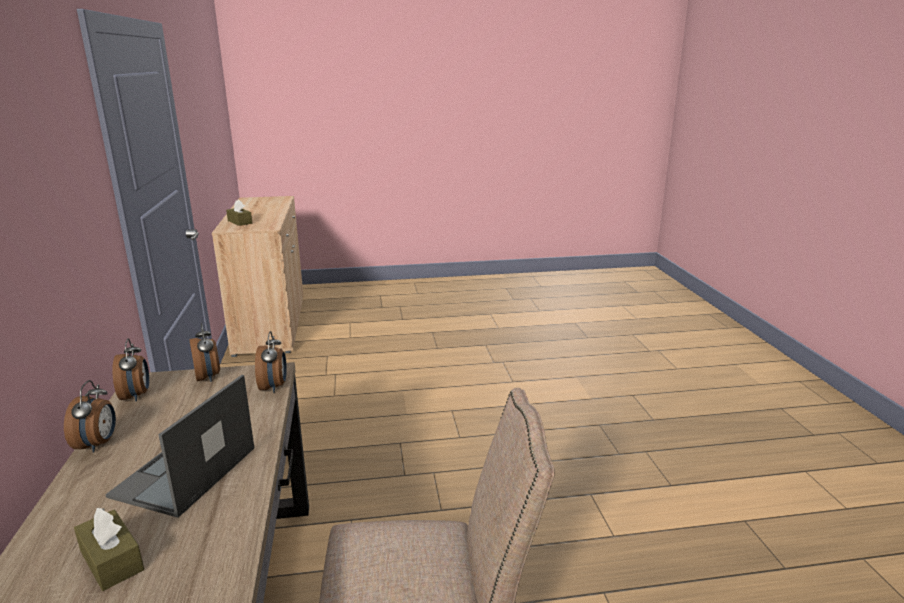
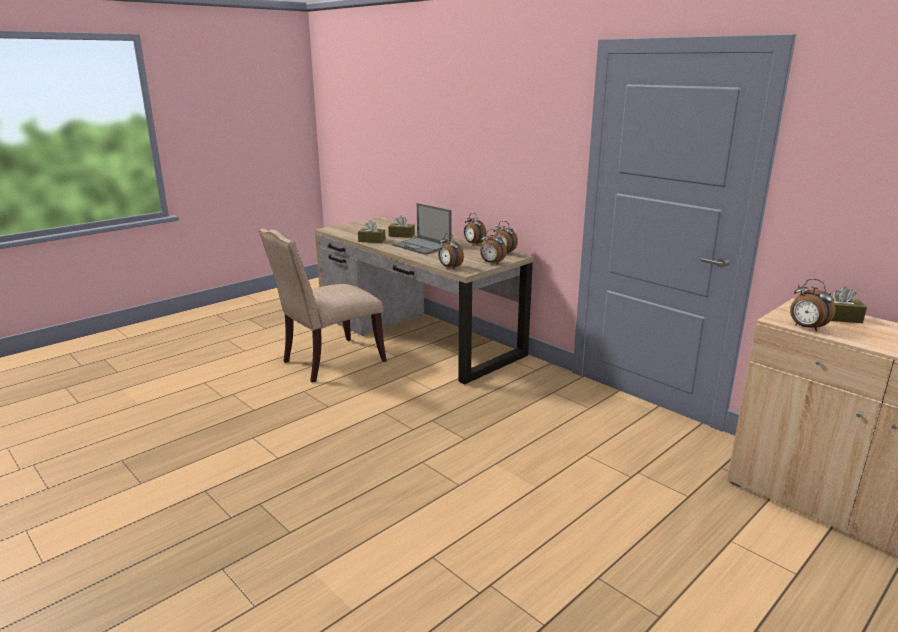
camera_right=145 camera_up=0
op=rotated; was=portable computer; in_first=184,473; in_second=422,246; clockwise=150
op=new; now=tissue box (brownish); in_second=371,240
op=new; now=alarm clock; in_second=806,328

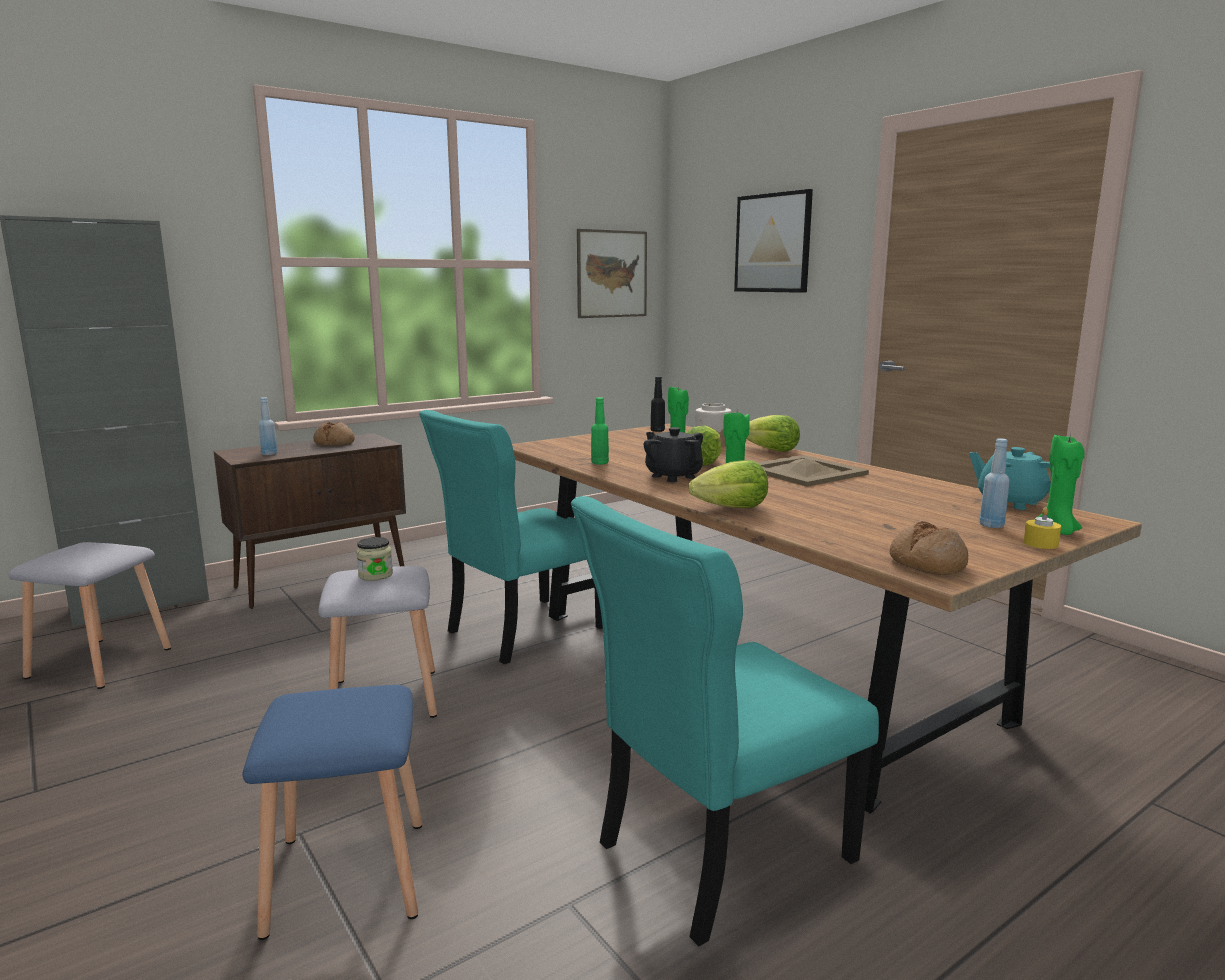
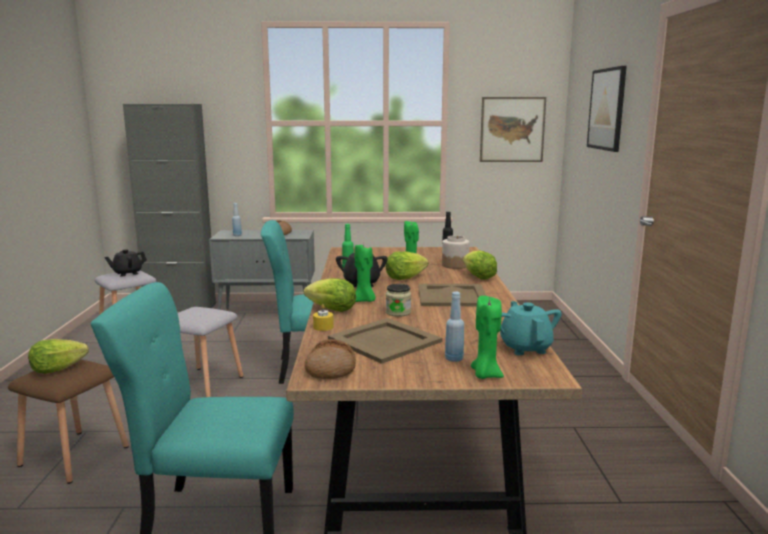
camera_right=35 camera_up=0
op=repainted; was=cabinet (brownish); now=cabinet (greyish); in_first=323,581; in_second=268,314
op=shifted; was=wax candle (yellow-coloured); in_first=1040,543; in_second=323,327
op=shifted; was=storage jar; in_first=375,575; in_second=398,312
op=repainted; was=sitting stool (blue); now=sitting stool (brownish); in_first=346,874; in_second=75,455
op=new; now=pot for tea (black-coloured); in_second=127,273
op=new; now=carrying tray (beige); in_second=386,340
op=new; now=lettuce; in_second=57,369

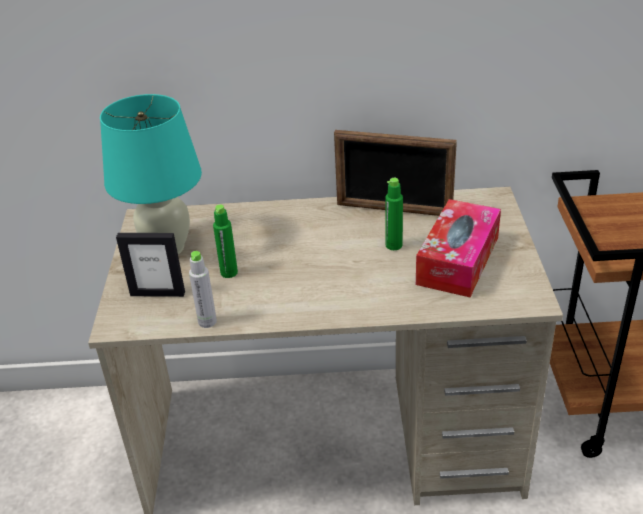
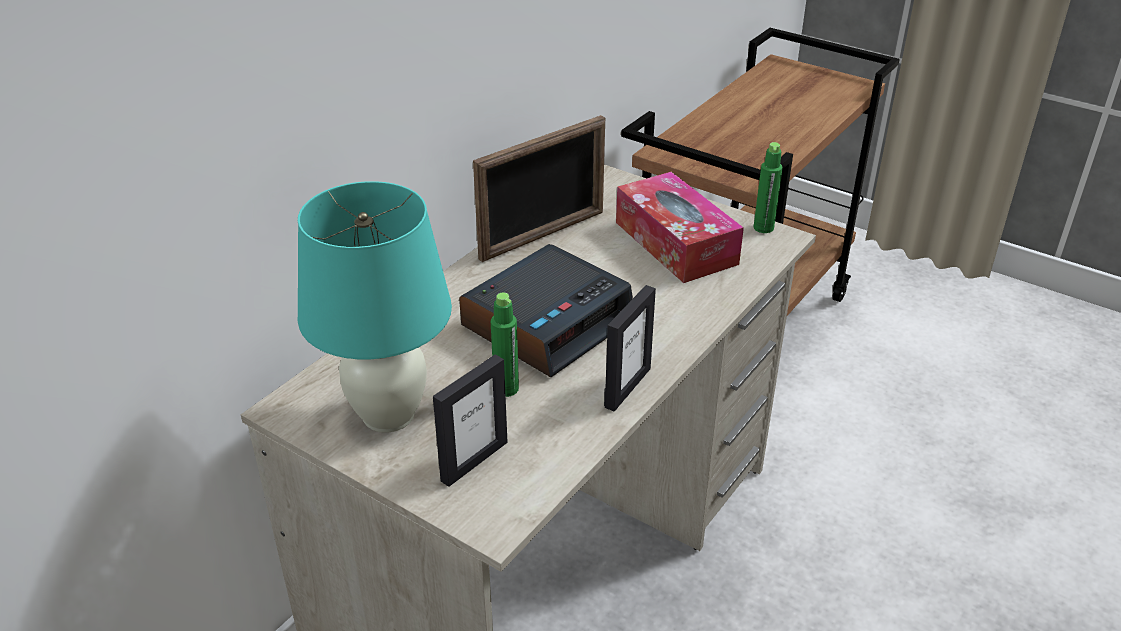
camera_right=-55 camera_up=0
op=shifted; was=drink bottle (green); in_first=394,245; in_second=763,228
op=gone; was=drink bottle (greyish); in_first=207,322
op=new; now=alarm clock; in_second=548,322
op=new; now=picture frame; in_second=627,387

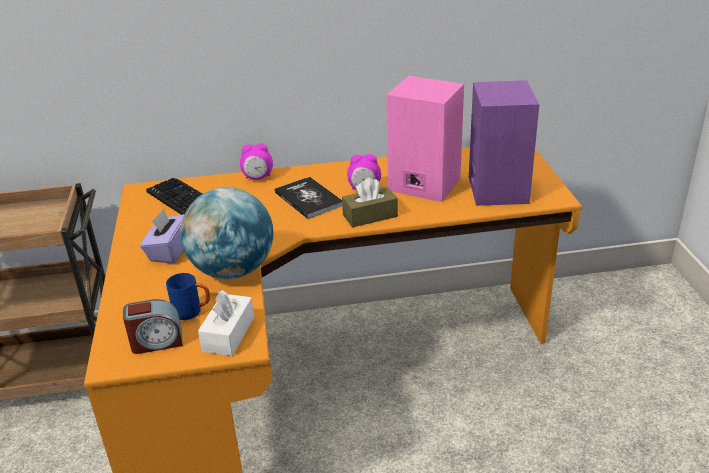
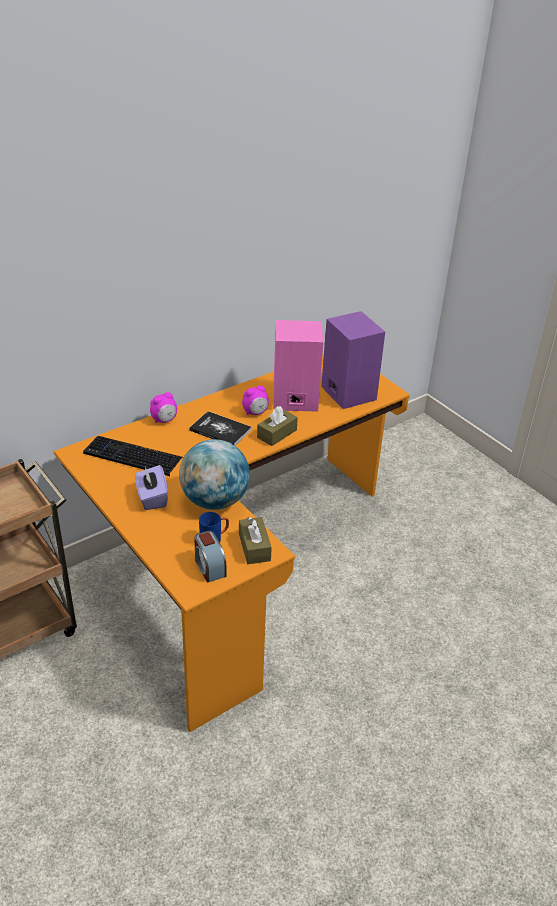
camera_right=-30 camera_up=5
op=repainted; was=tissue box (whitish); now=tissue box (brownish); in_first=228,334; in_second=254,547
op=rotated; was=alarm clock; in_first=157,342; in_second=209,567; clockwise=105

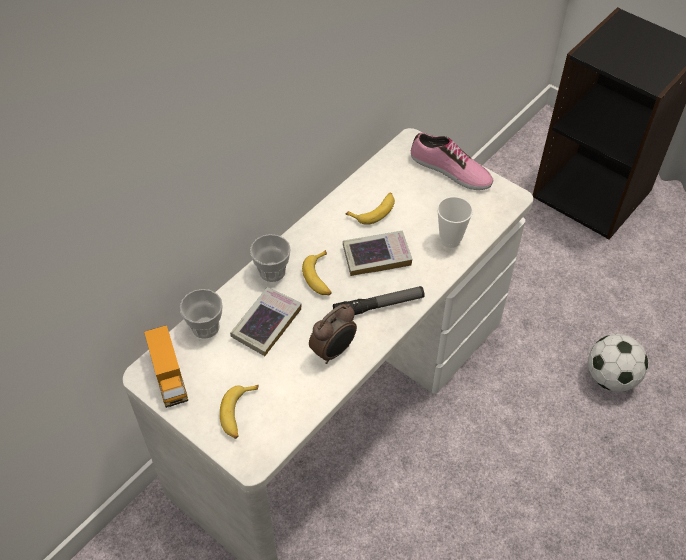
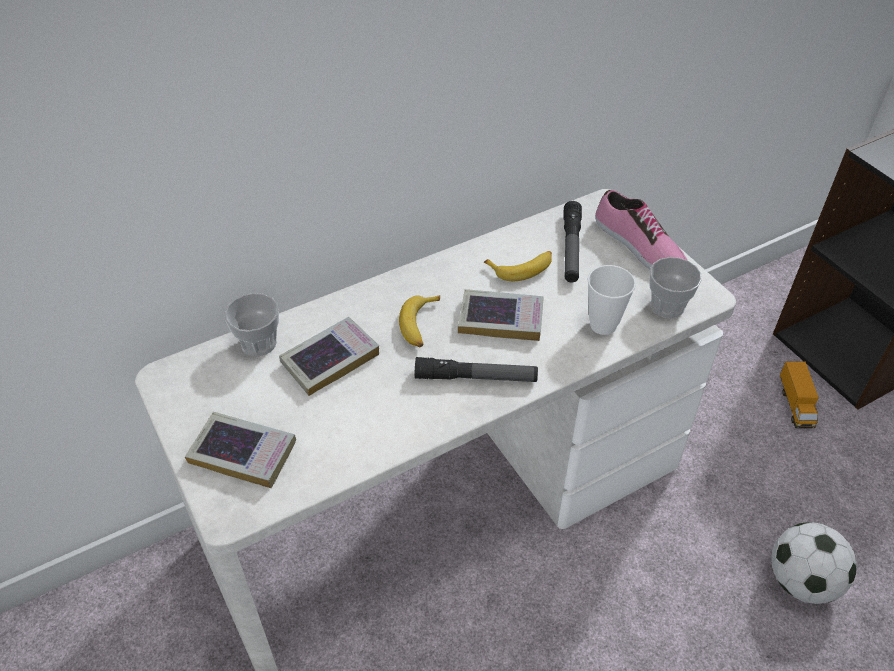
camera_right=20 camera_up=-5
op=shifted; was=small cup; in_first=272,271; in_second=667,306
op=gone; was=alarm clock; in_first=334,351
op=shifted; was=model truck; in_first=169,376; in_second=795,405
op=swapped; was=banana; now=volume; in_first=238,414; in_second=243,453
op=new; now=hand torch; in_second=571,248

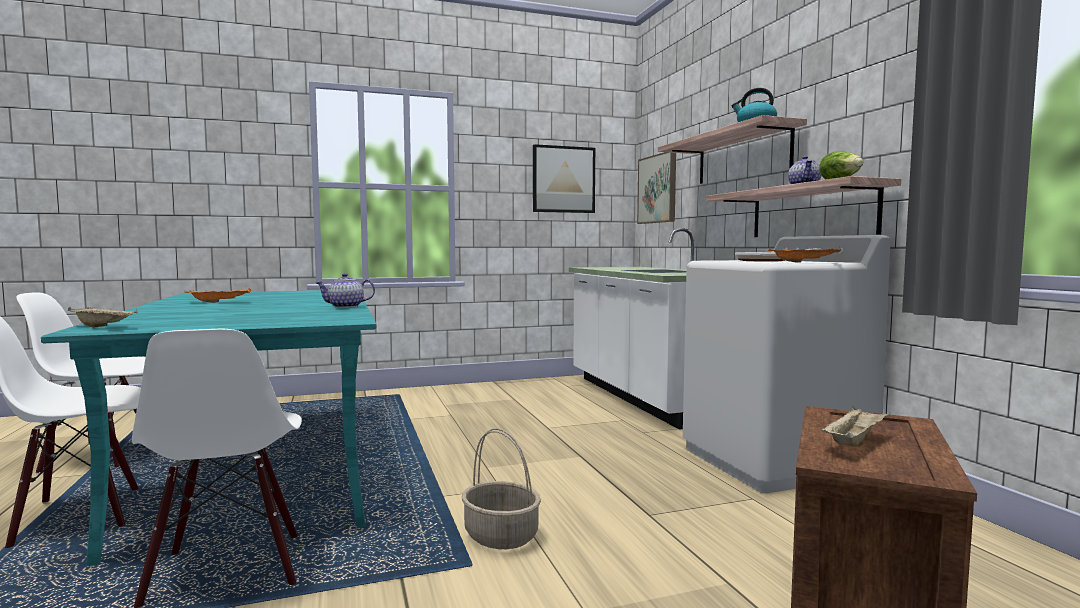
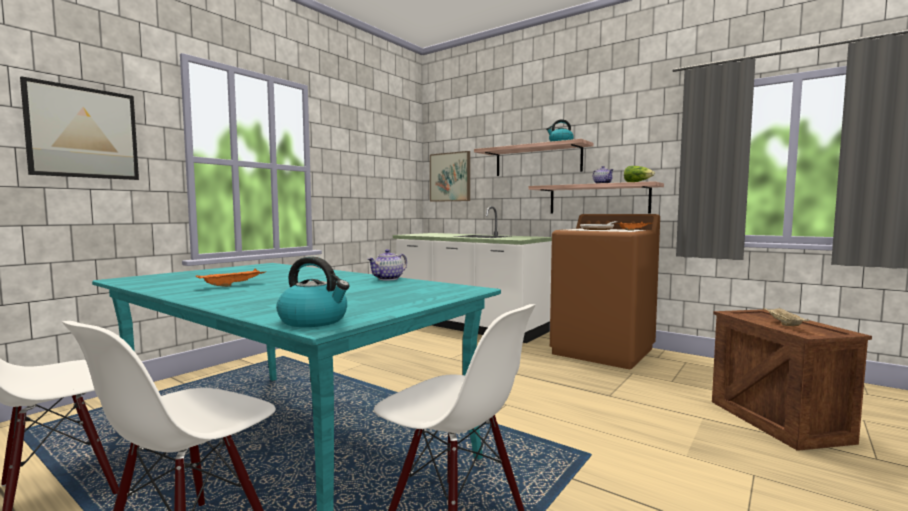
camera_right=-35 camera_up=0
op=shifted; was=wall art; in_first=563,179; in_second=83,133
op=repainted; was=laundry machine (whitish); now=laundry machine (brownish); in_first=774,462; in_second=603,351
op=swapped; was=carrying tray (beige); now=water kettle; in_first=104,327; in_second=314,321
op=gone; was=storage basket; in_first=502,536

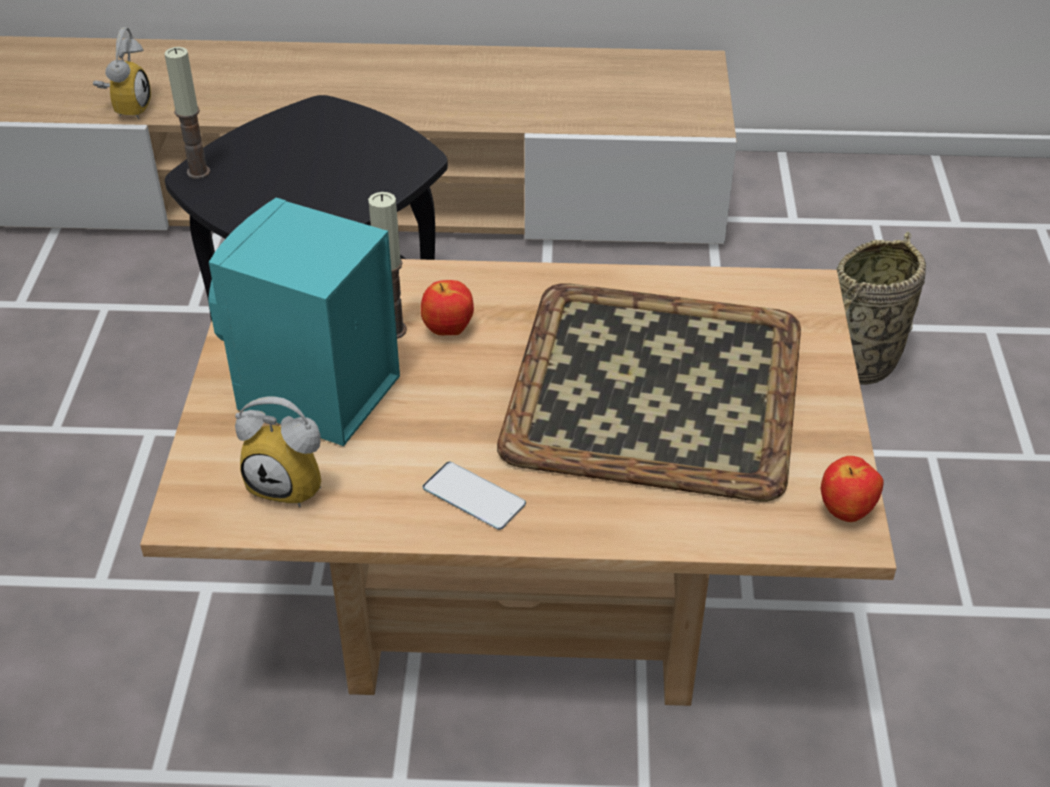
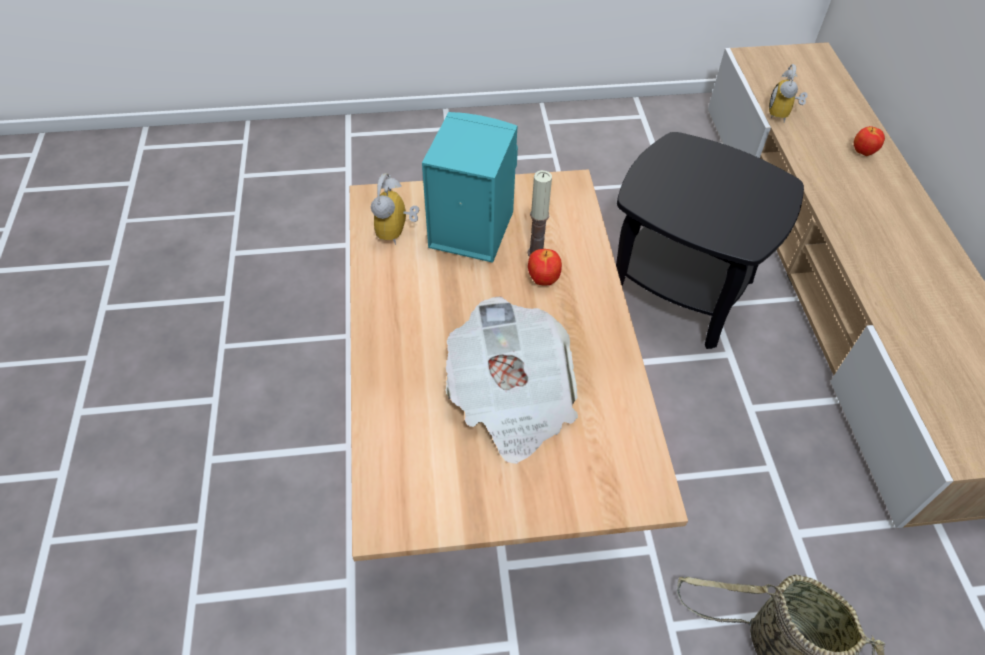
camera_right=80 camera_up=10
op=rotated; was=alarm clock; in_first=127,108; in_second=783,114; clockwise=105
op=gone; was=wax candle; in_first=198,172
op=swapped; was=carrying tray; now=printed paper; in_first=658,387; in_second=511,400
op=shifted; was=apple; in_first=846,512; in_second=862,152
op=gone; was=phone; in_first=473,496

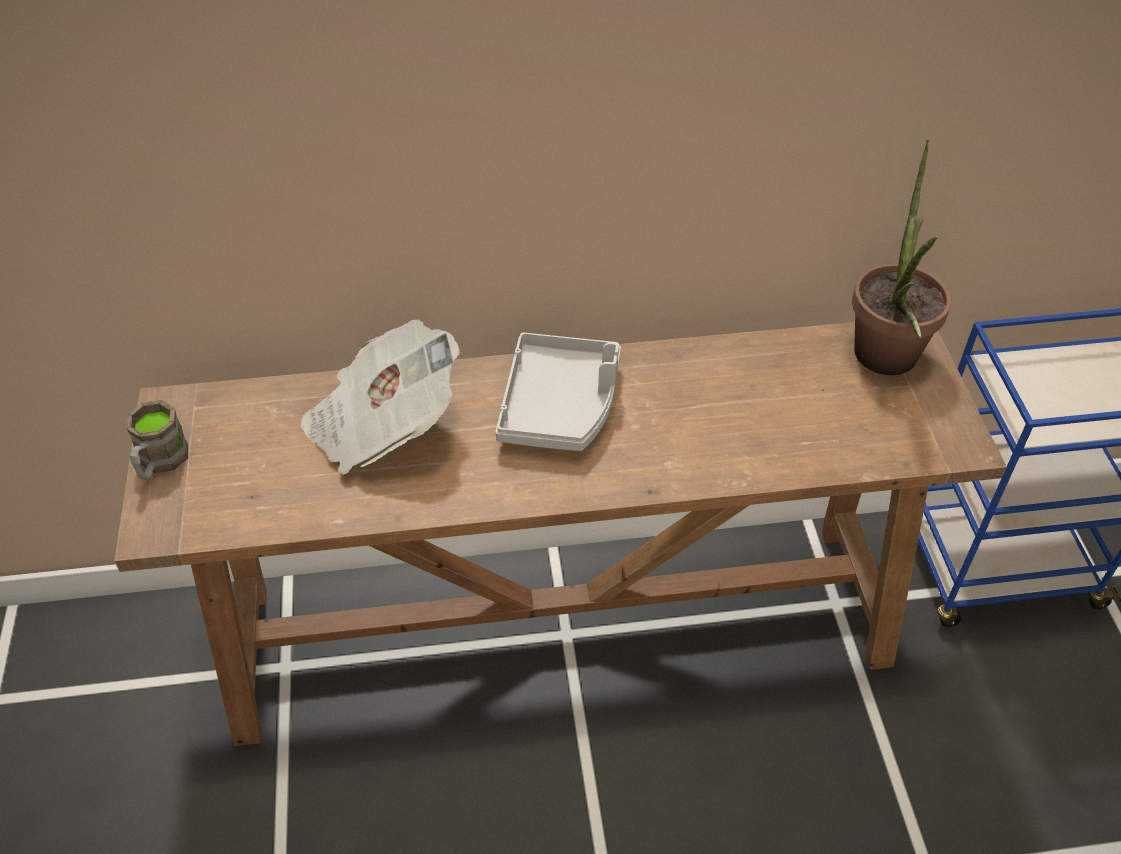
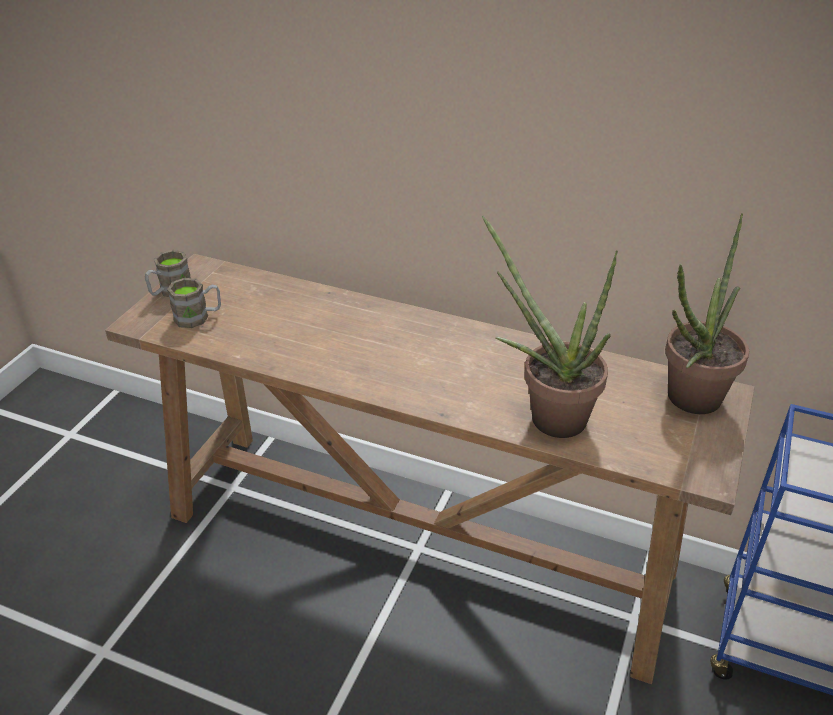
camera_right=30 camera_up=-10
op=gone; was=printed paper; in_first=382,424
op=gone; was=carrying tray (greyish); in_first=560,405
op=new; now=plant in a pot; in_second=547,415
op=new; now=mug (brownish); in_second=198,317

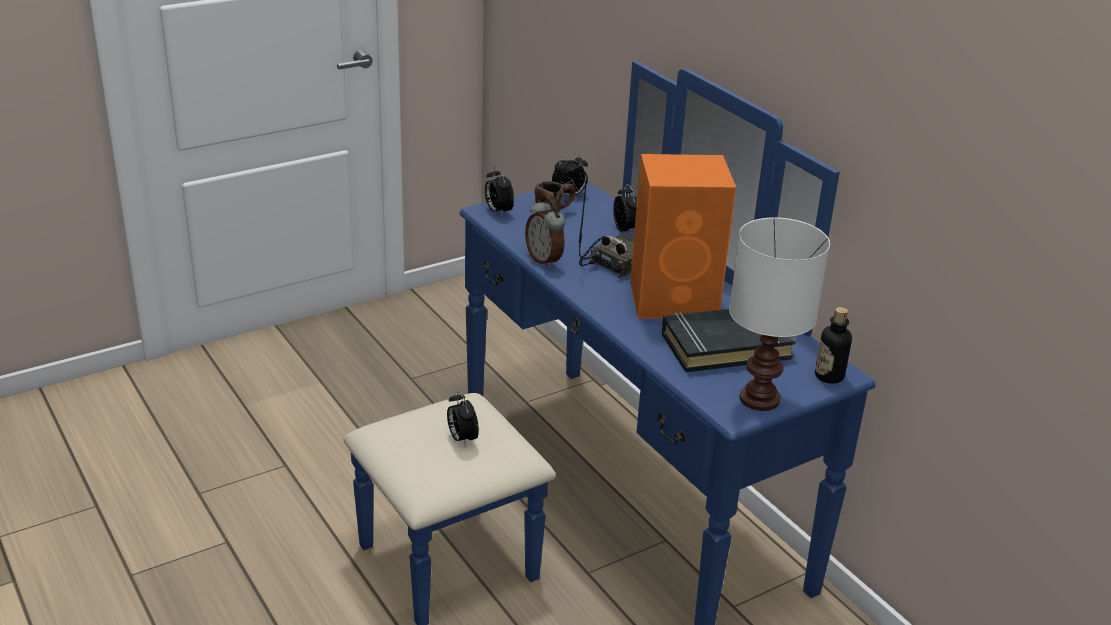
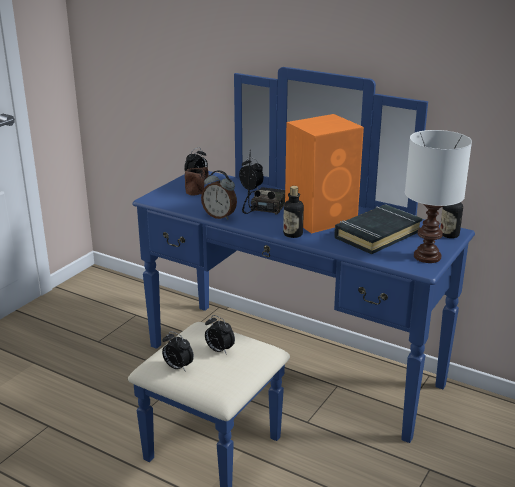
camera_right=-25 camera_up=-5
op=shifted; was=alarm clock; in_first=498,211; in_second=177,367
op=new; now=drink bottle; in_second=293,234

